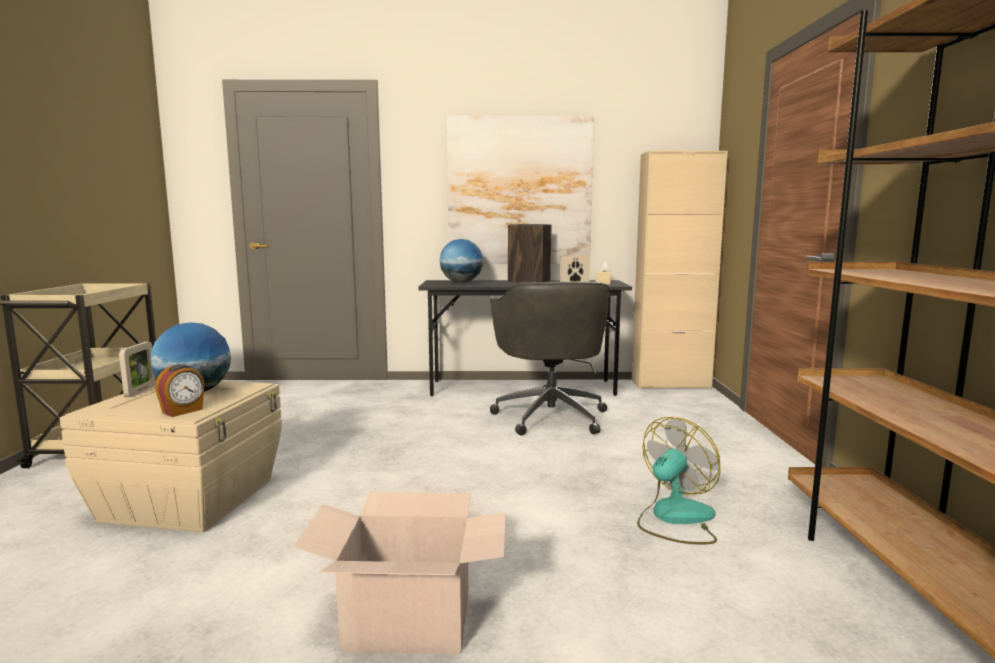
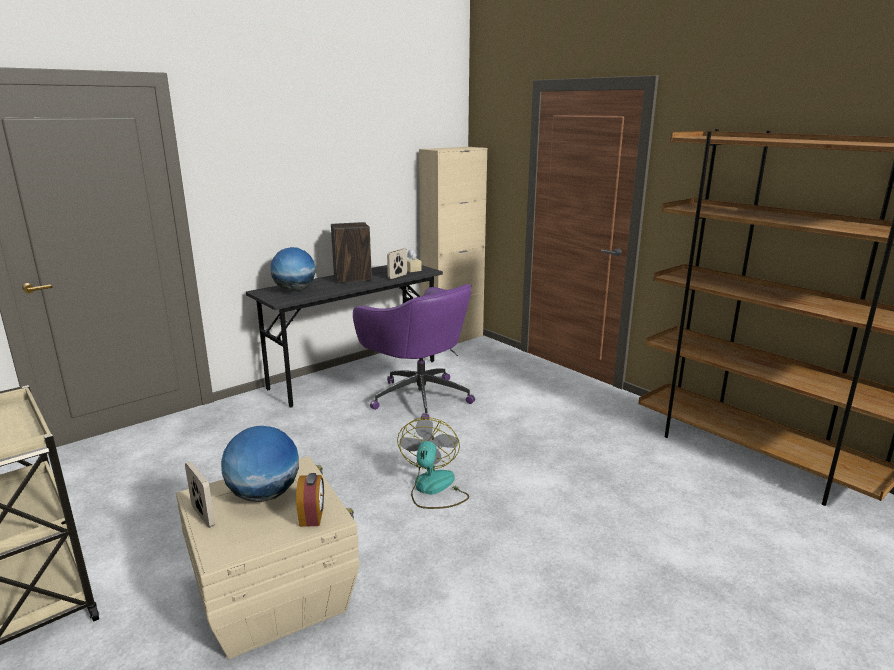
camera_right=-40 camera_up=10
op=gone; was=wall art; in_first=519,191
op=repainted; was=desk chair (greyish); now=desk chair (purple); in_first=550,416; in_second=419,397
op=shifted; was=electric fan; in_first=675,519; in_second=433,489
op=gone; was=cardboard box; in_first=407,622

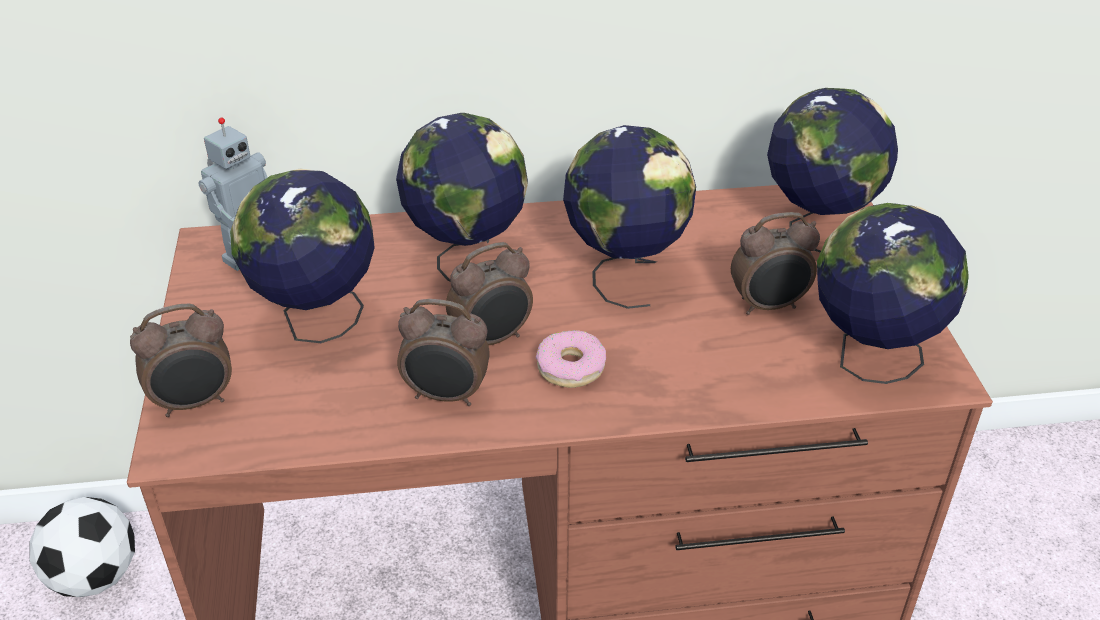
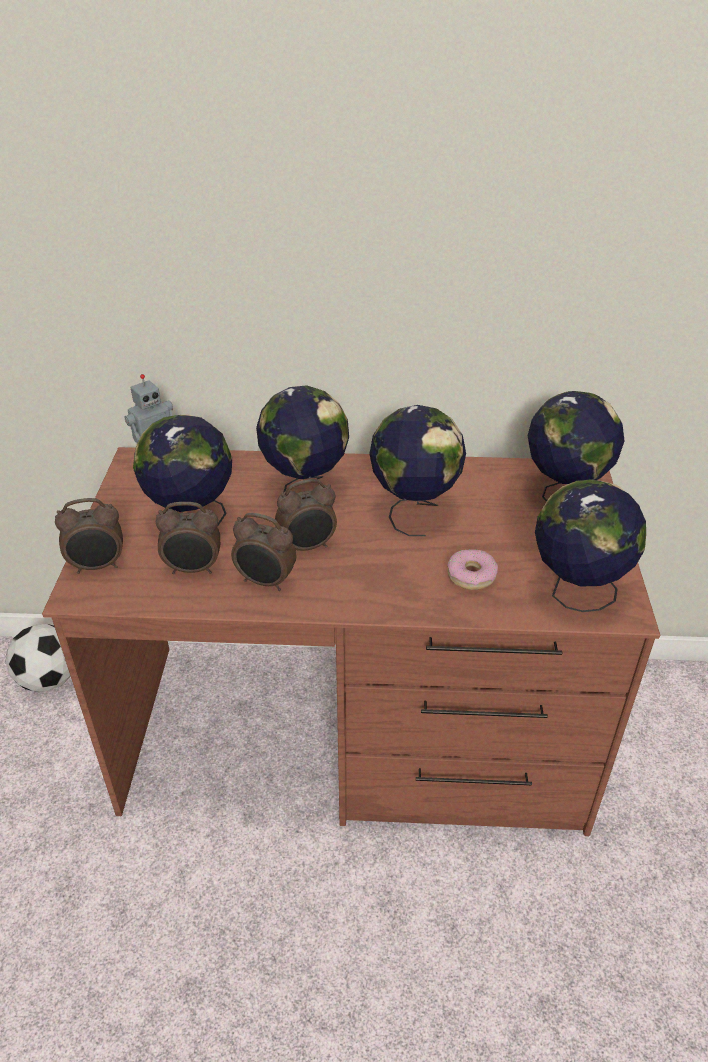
camera_right=10 camera_up=0
op=shifted; was=alarm clock; in_first=769,306; in_second=193,569
op=shifted; was=doughnut; in_first=570,367; in_second=471,575

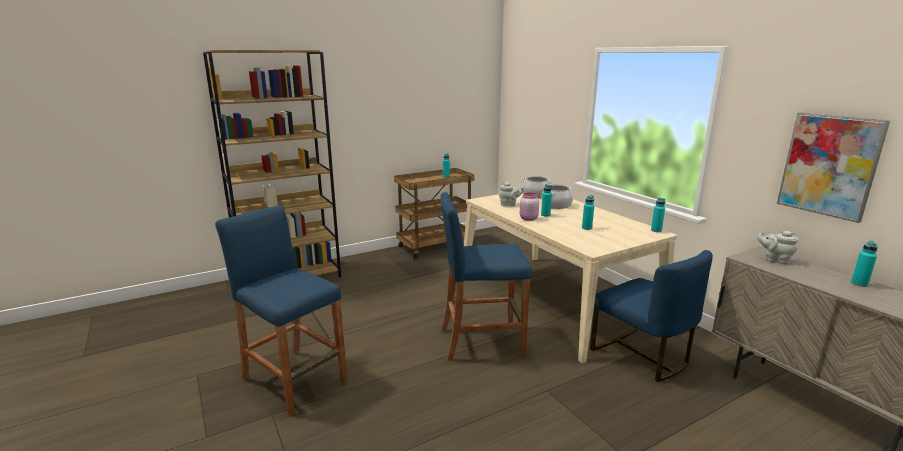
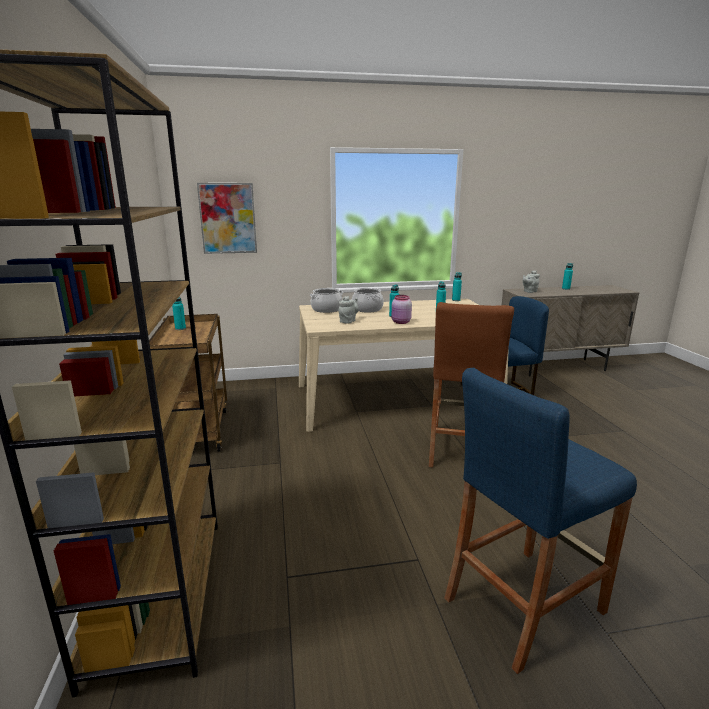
camera_right=-70 camera_up=0
op=shifted; was=wall art; in_first=829,165; in_second=228,218
op=repainted; was=sitting stool (blue); now=sitting stool (brownish); in_first=481,342; in_second=461,449

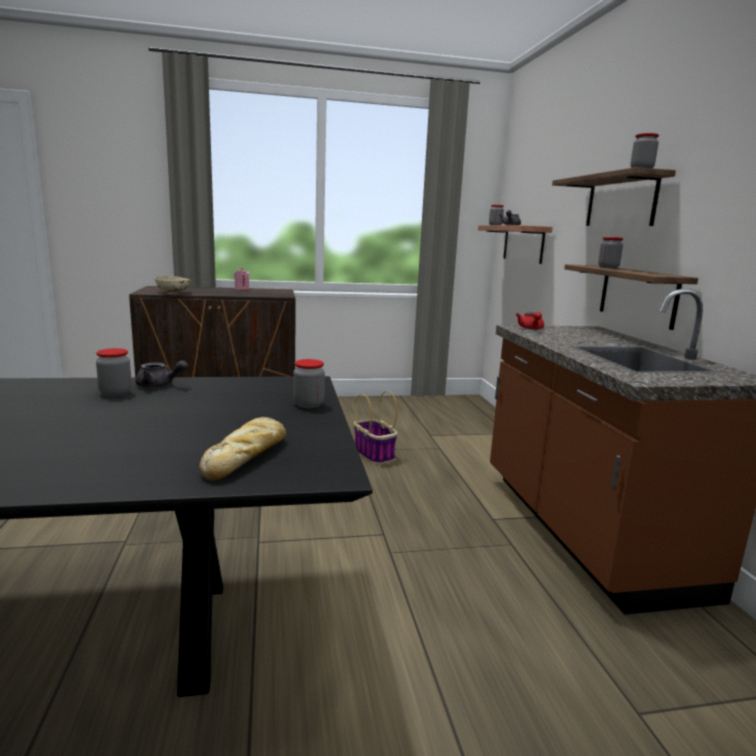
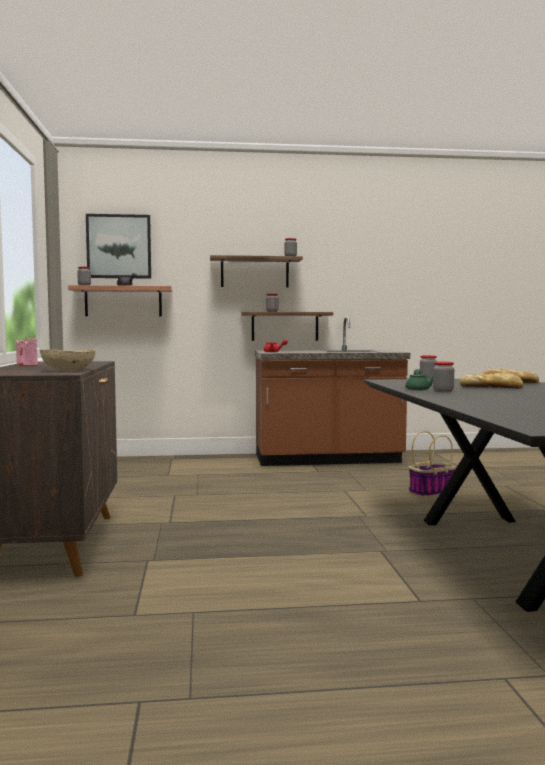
camera_right=-85 camera_up=-10
op=repainted; was=pot for tea (greyish); now=pot for tea (green); in_first=159,386; in_second=418,389
op=shifted; was=storage basket; in_first=374,454; in_second=431,492
op=new; now=wall art; in_second=119,246
op=new; now=baked bread; in_second=492,387

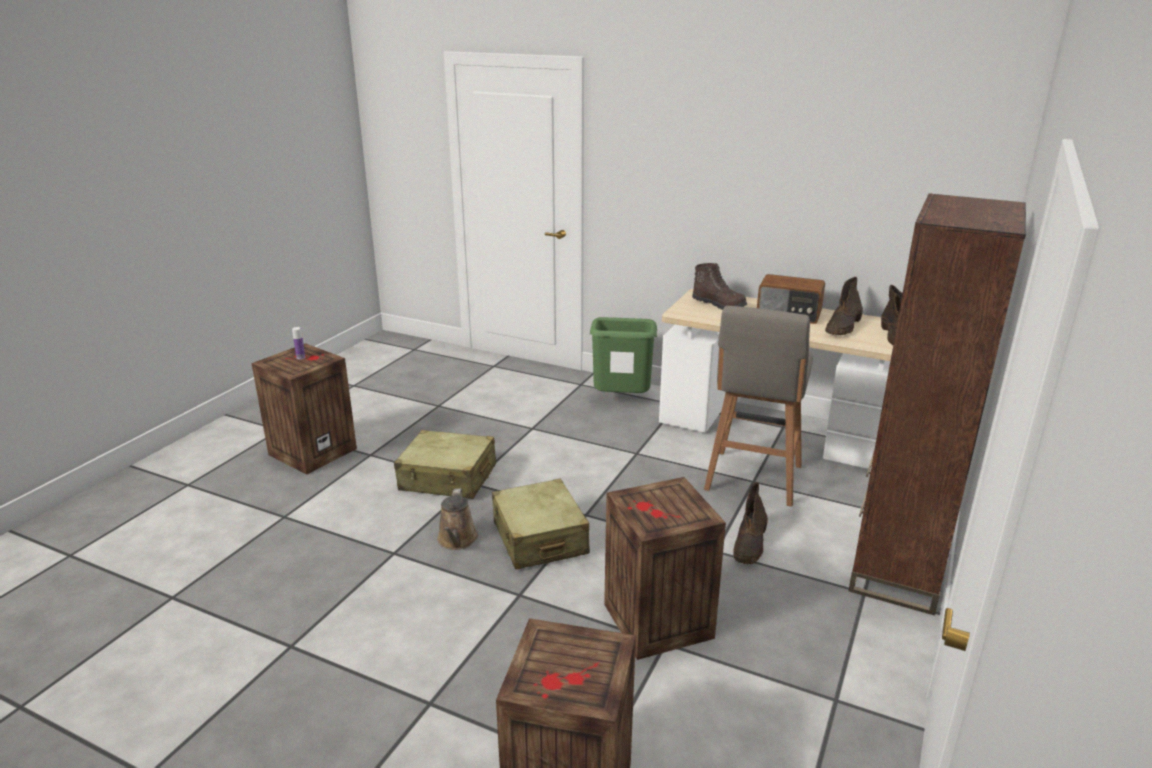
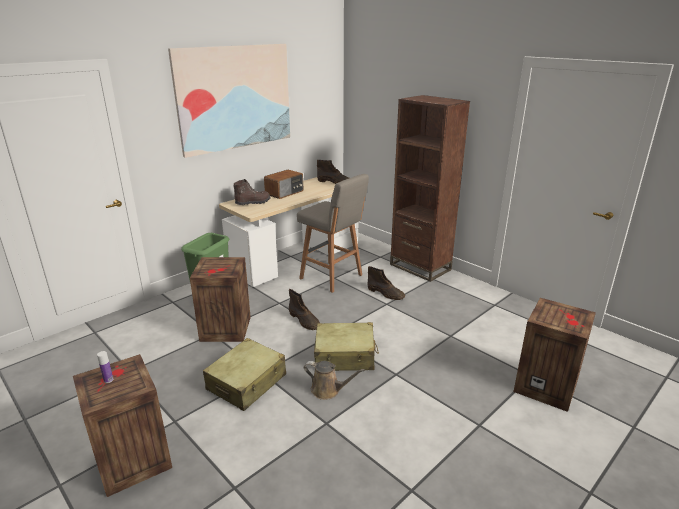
camera_right=-70 camera_up=0
op=shifted; was=tall boot (brownish); in_first=843,327; in_second=305,321
op=shifted; was=shipping crate; in_first=657,622; in_second=226,329
op=new; now=wall art; in_second=235,98

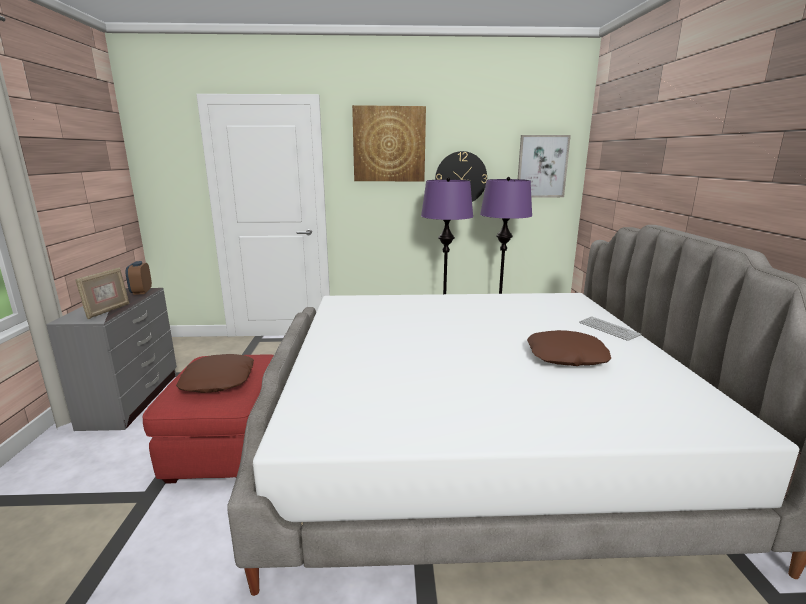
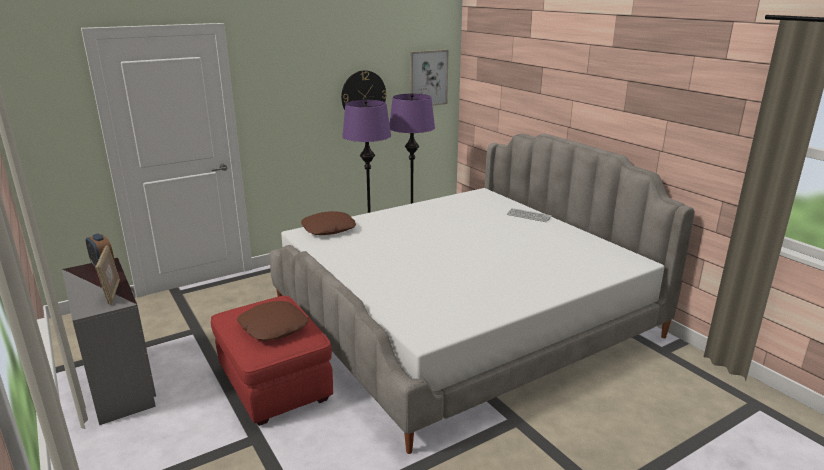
camera_right=-30 camera_up=5
op=gone; was=wall art; in_first=389,144
op=shifted; was=pillow (brownish); in_first=566,356; in_second=328,229

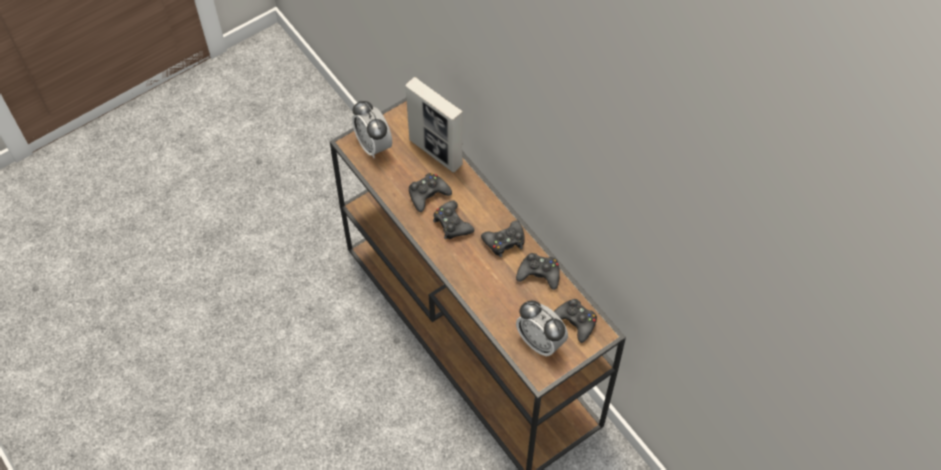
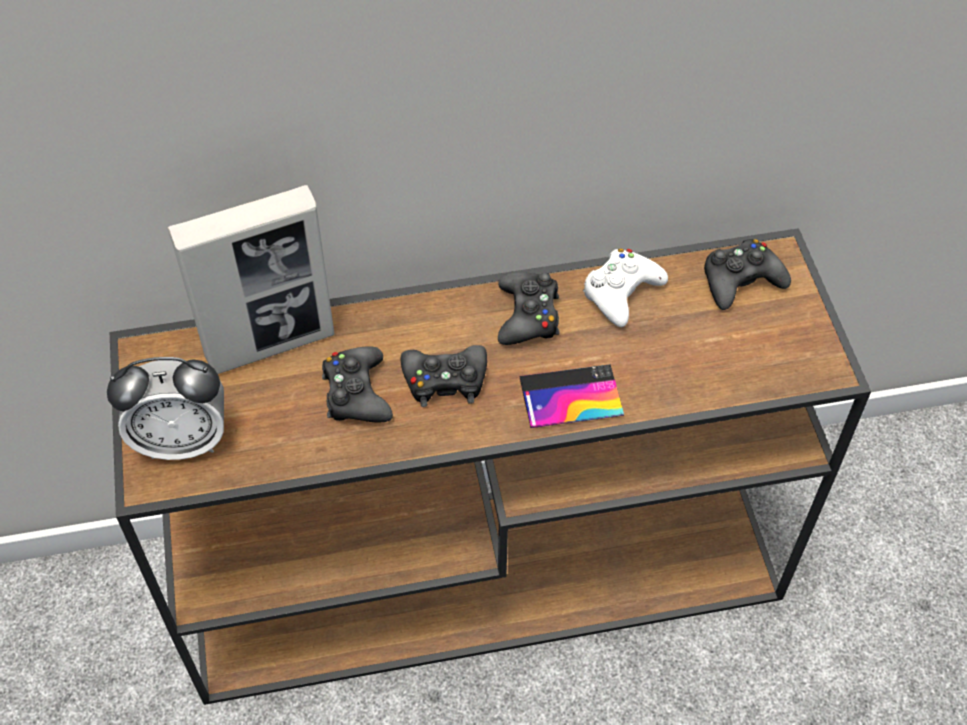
camera_right=-65 camera_up=-5
op=repainted; was=game controller (black-coloured); now=game controller (whitish); in_first=539,273; in_second=621,292
op=gone; was=alarm clock; in_first=540,341
op=new; now=phone; in_second=571,396

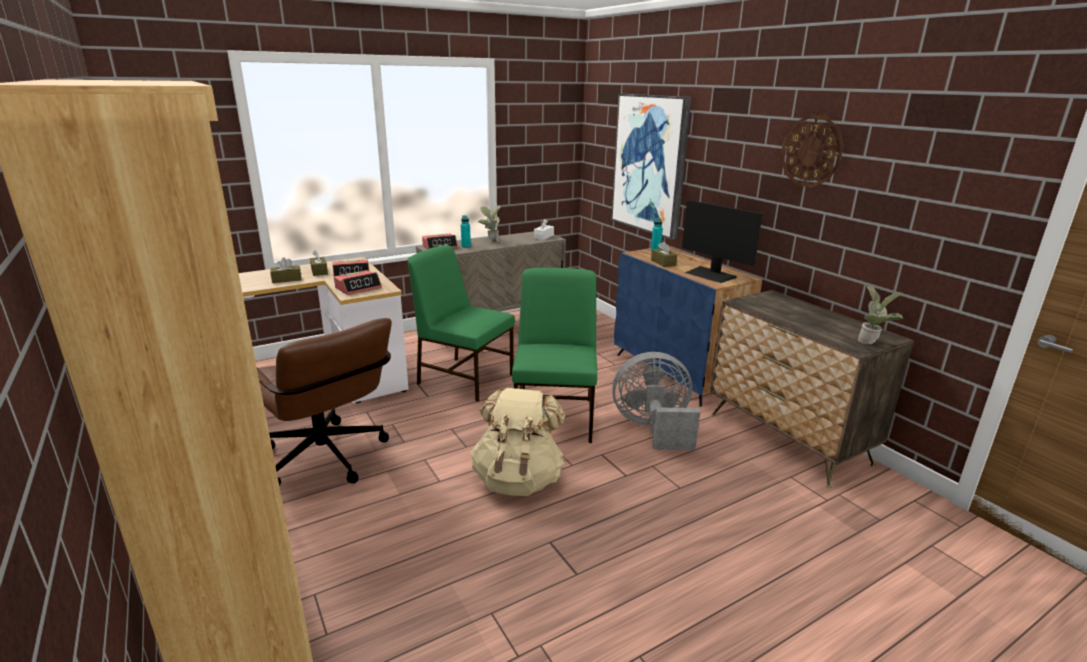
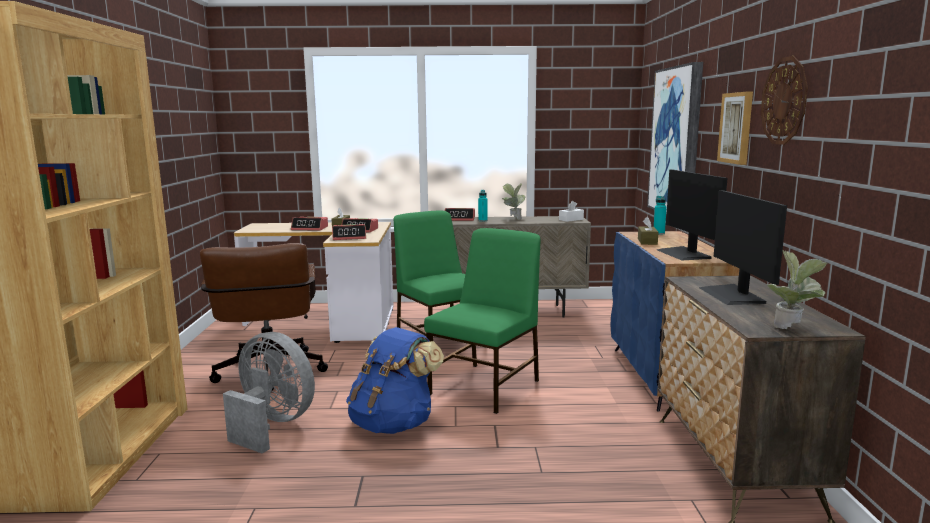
camera_right=30 camera_up=-10
op=swapped; was=tissue box (brownish); now=alarm clock; in_first=286,279; in_second=310,228
op=shifted; was=electric fan (greyish); in_first=653,429; in_second=272,425
op=repainted; was=rucksack (beige); now=rucksack (blue); in_first=518,479; in_second=394,424
op=new; now=wall art; in_second=736,128
op=new; now=computer screen; in_second=732,295

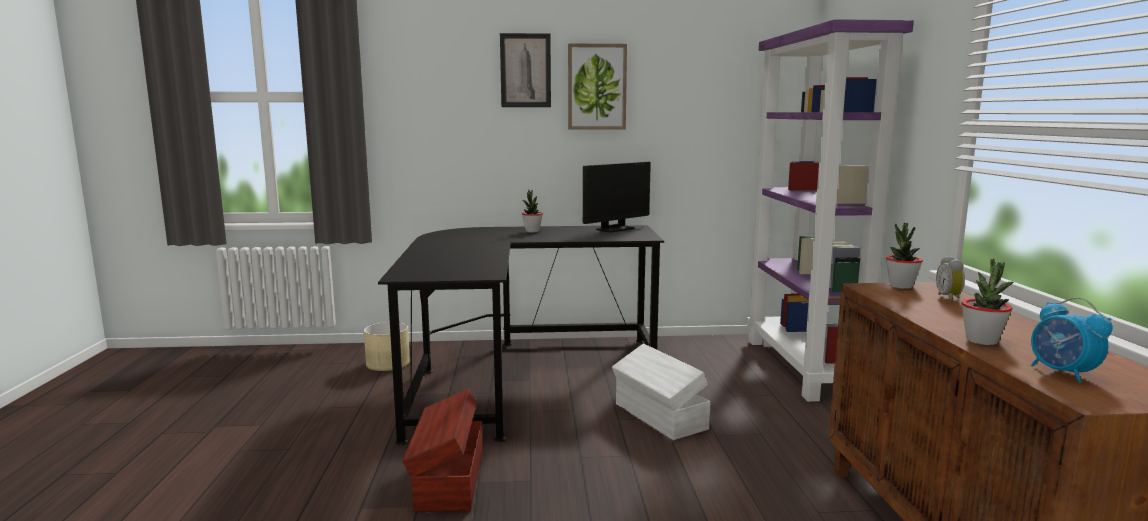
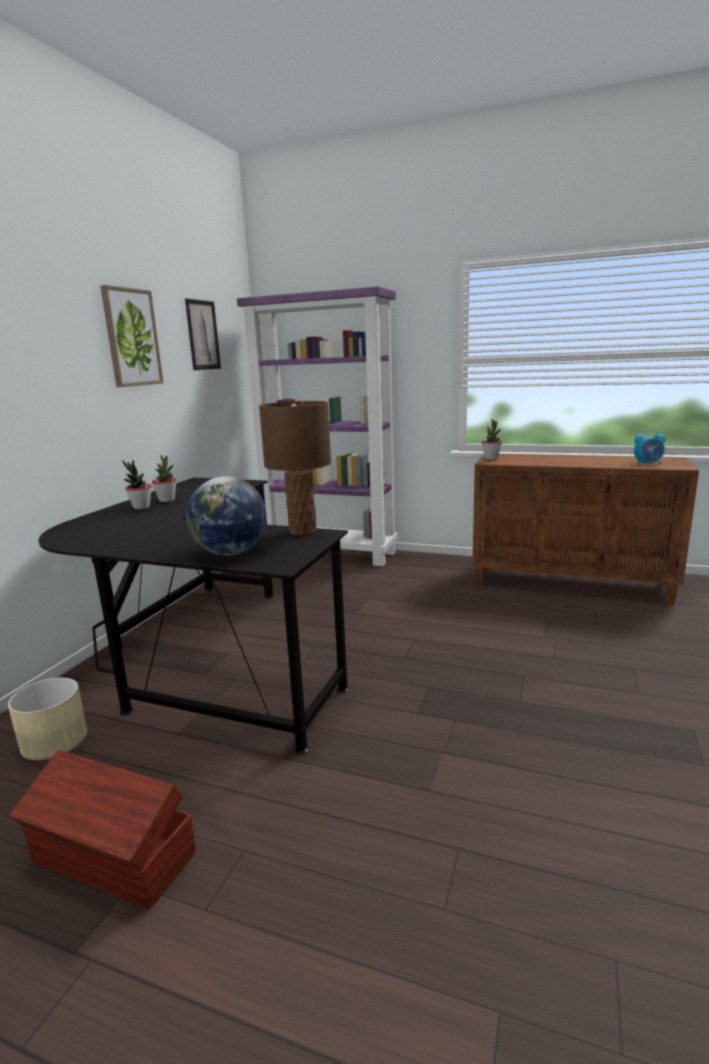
camera_right=-65 camera_up=5
op=shifted; was=wall art; in_first=525,70; in_second=203,335
op=gone; was=computer screen; in_first=615,229
op=gone; was=alarm clock; in_first=950,298
op=shifted; was=plant in a pot; in_first=981,341; in_second=167,500
op=gone; was=storage box (whitish); in_first=659,417
op=shifted; was=storage box (brownish); in_first=448,480; in_second=113,859
op=new; now=tabletop lamp (brownish); in_second=302,531
op=new; now=globe; in_second=230,553

